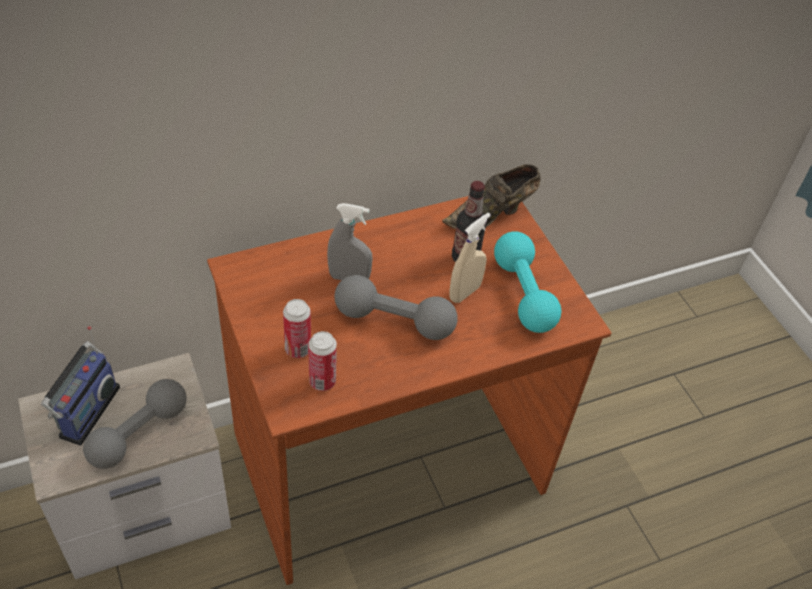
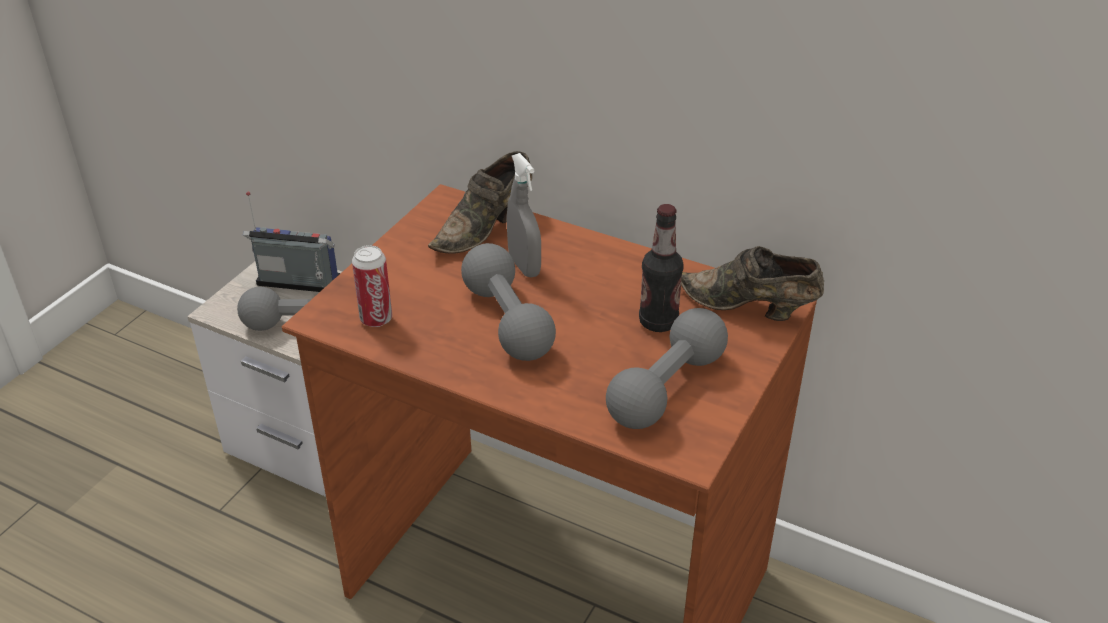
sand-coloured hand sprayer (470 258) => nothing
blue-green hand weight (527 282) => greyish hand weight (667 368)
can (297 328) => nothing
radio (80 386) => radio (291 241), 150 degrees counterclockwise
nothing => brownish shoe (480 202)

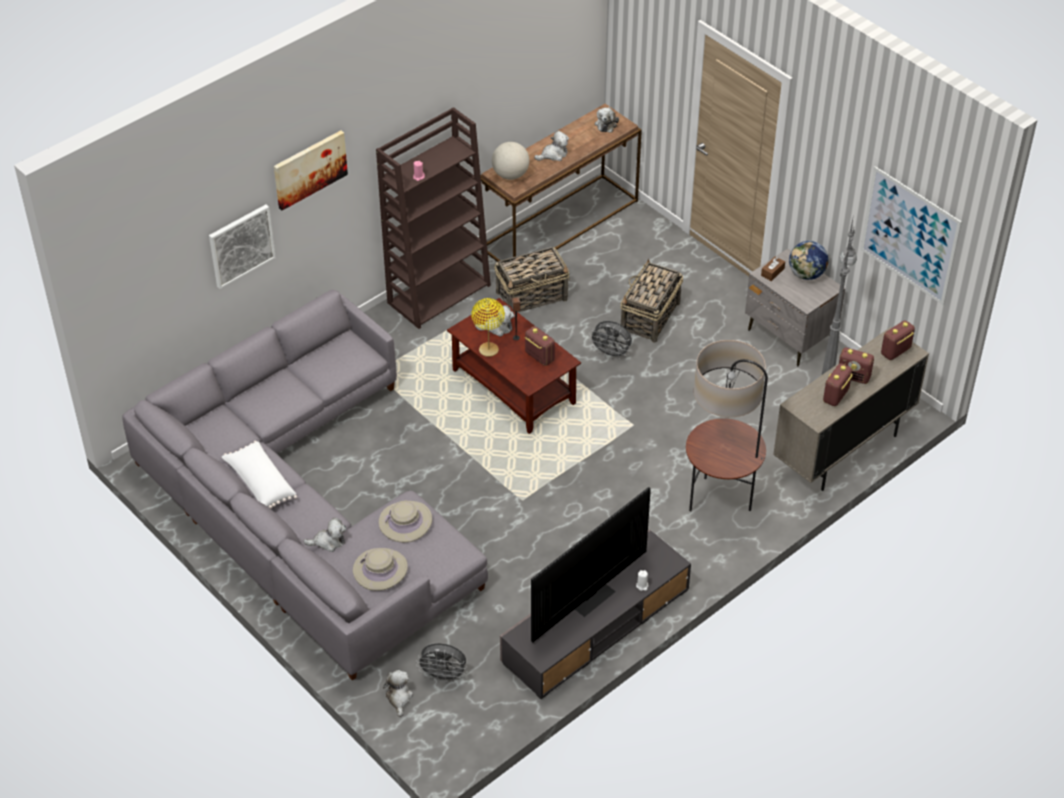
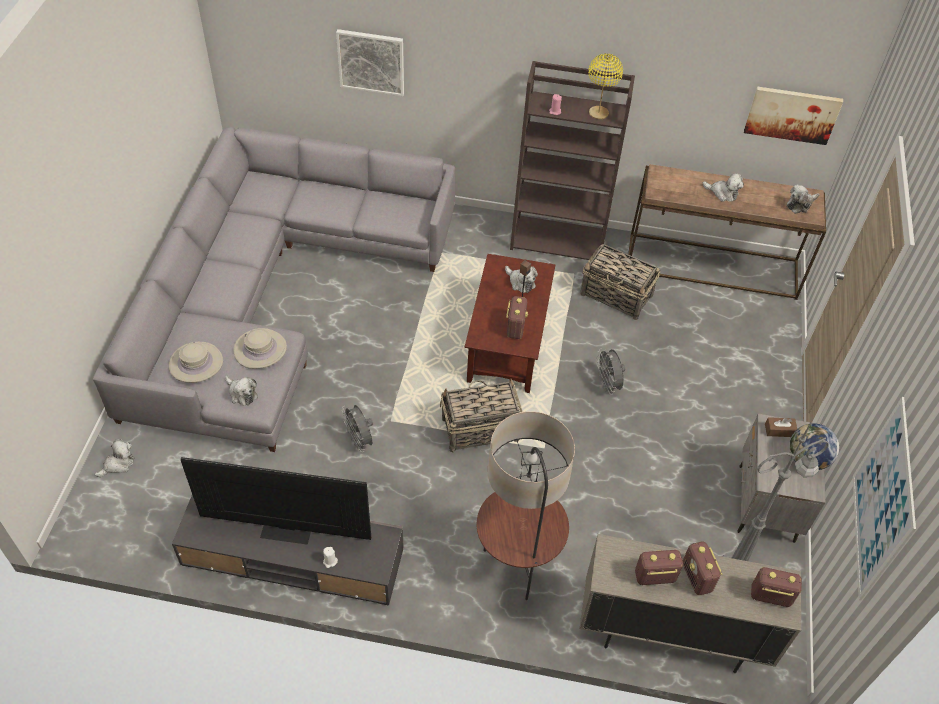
wall picture (311 170) => wall picture (793 116), shifted
globe (510 161) => nothing
basket (651 301) => basket (481 416), shifted
yellowish lamp for a table (488 327) => yellowish lamp for a table (605 86), shifted
white throw pillow (259 475) => nothing
soft toy (324 535) => soft toy (241 390), shifted
greyish cooling fan (441 662) => greyish cooling fan (357 428), shifted

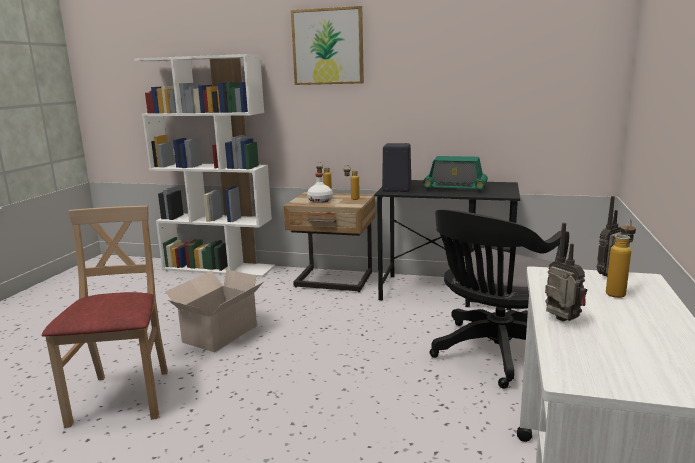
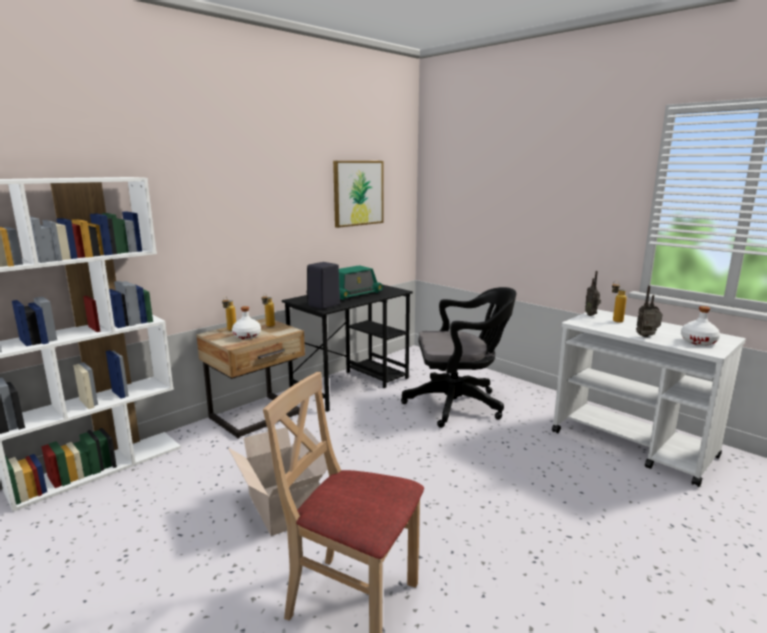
wall picture (327 45) => wall picture (358 194), shifted
black office chair (499 299) => black office chair (458 357), 75 degrees counterclockwise
nothing => white bottle (700 326)

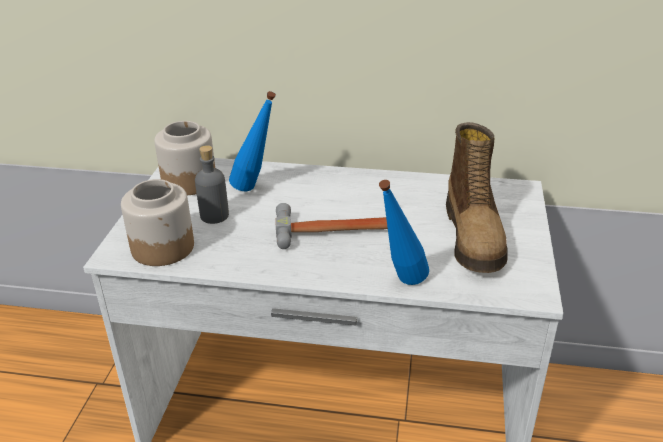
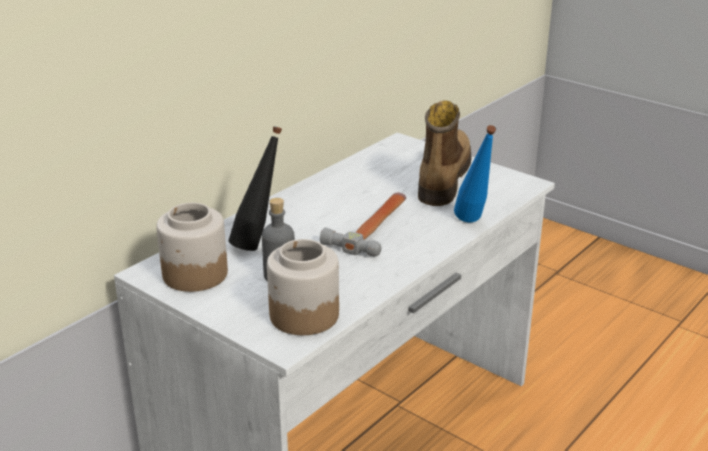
blue-coloured bottle (252 141) => black bottle (255 188)
boot (476 197) => boot (445 153), 105 degrees counterclockwise

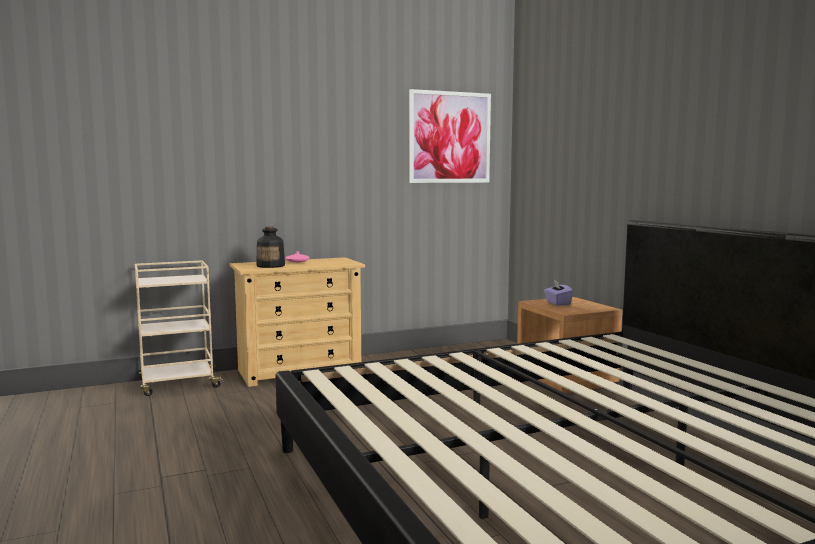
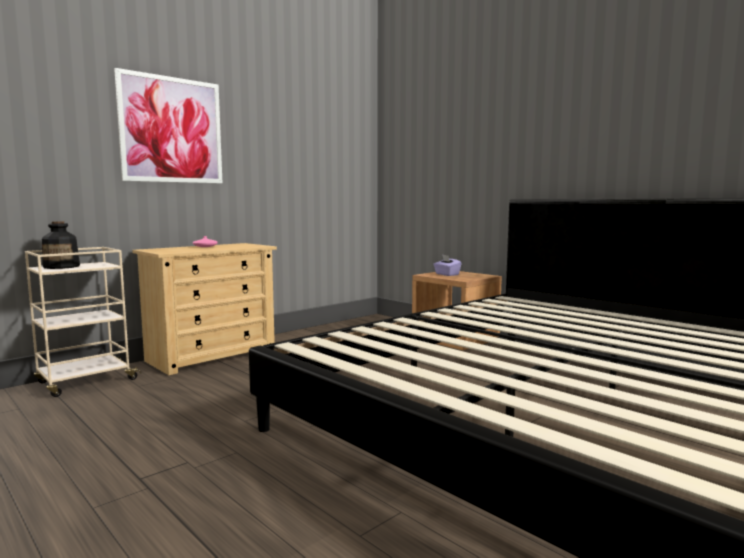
wall picture (450 136) => wall picture (168 125), shifted
bottle (270 247) => bottle (61 245), shifted

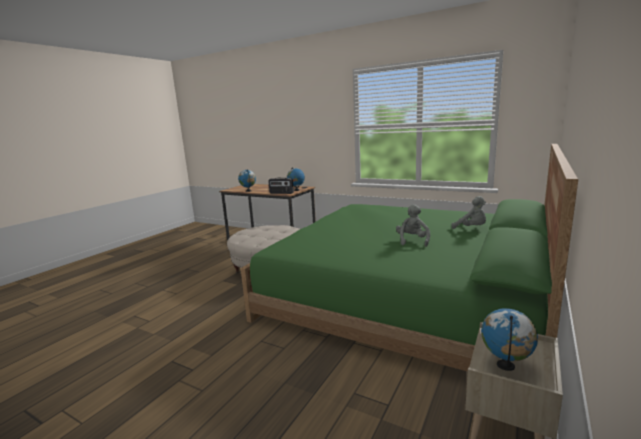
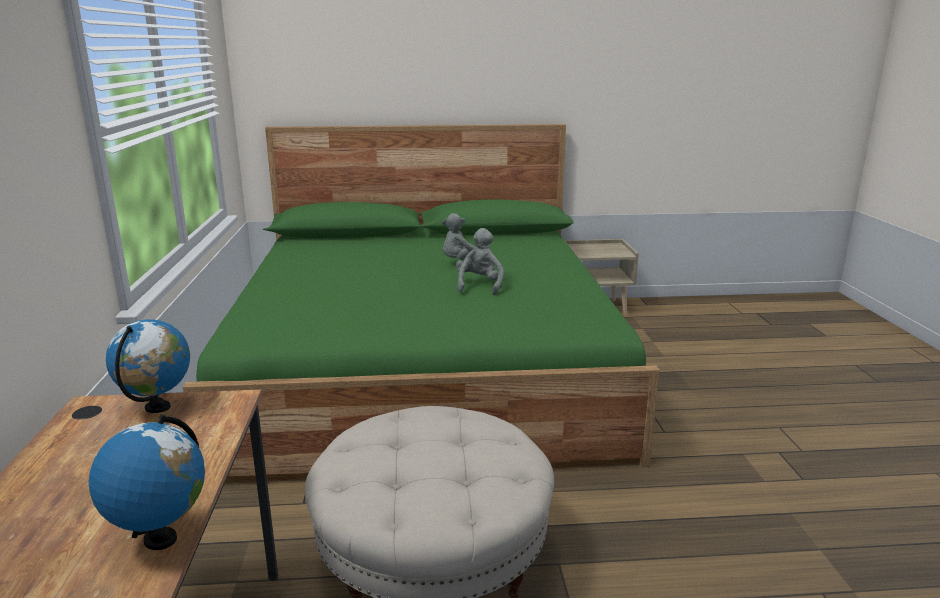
radio (281 186) => nothing
greyish soft toy (469 212) => greyish soft toy (480 261), shifted
globe (509 339) => nothing

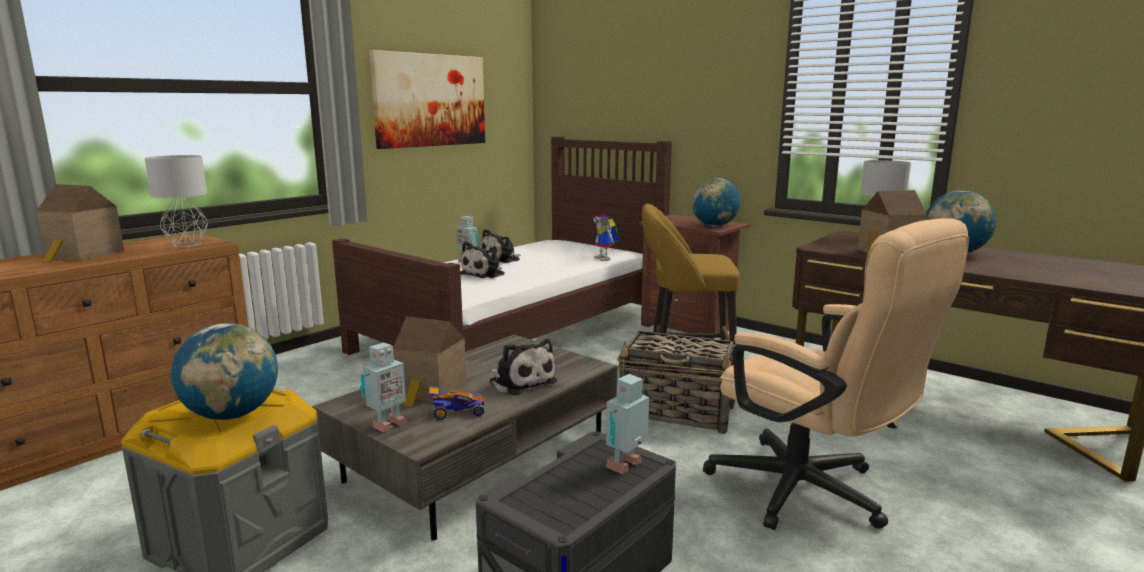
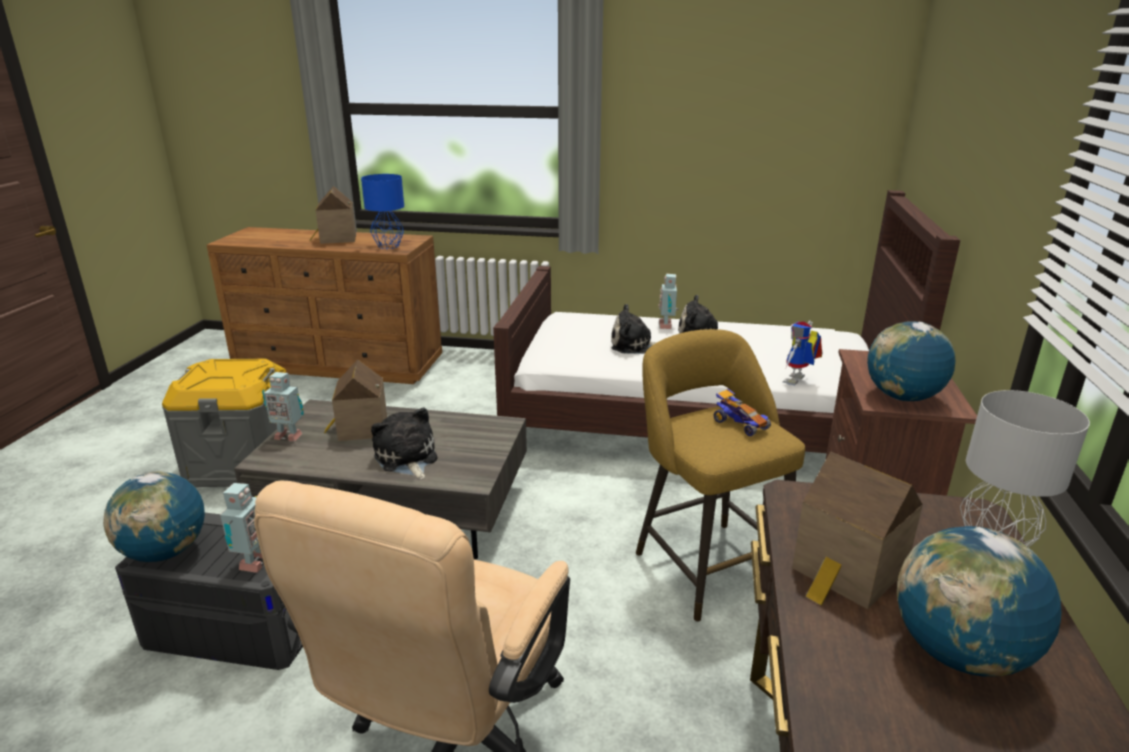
wall picture (427 99) => nothing
greyish lamp for a table (176 201) => blue-coloured lamp for a table (382 211)
globe (224 371) => globe (154 517), shifted
basket (676 382) => nothing
soft toy (523 367) => soft toy (404 443), 135 degrees clockwise
model robot (627 424) => model robot (241 528), 90 degrees clockwise
toy car (456 403) => toy car (742 412), shifted

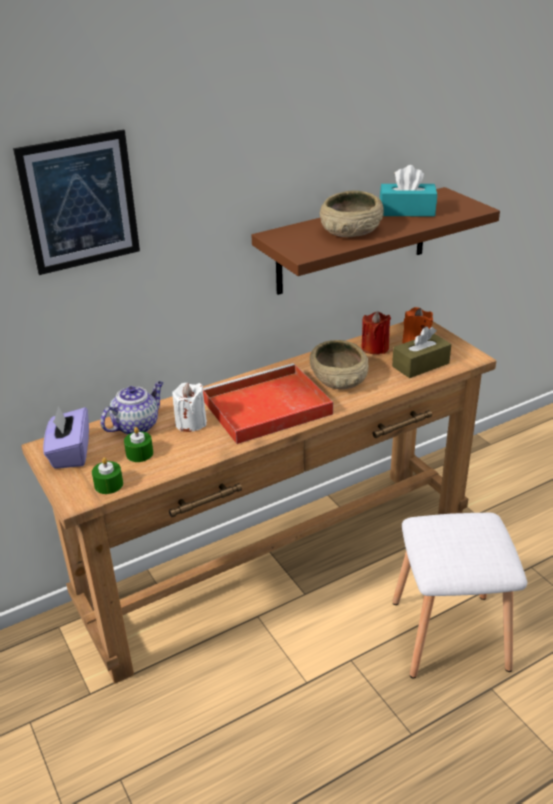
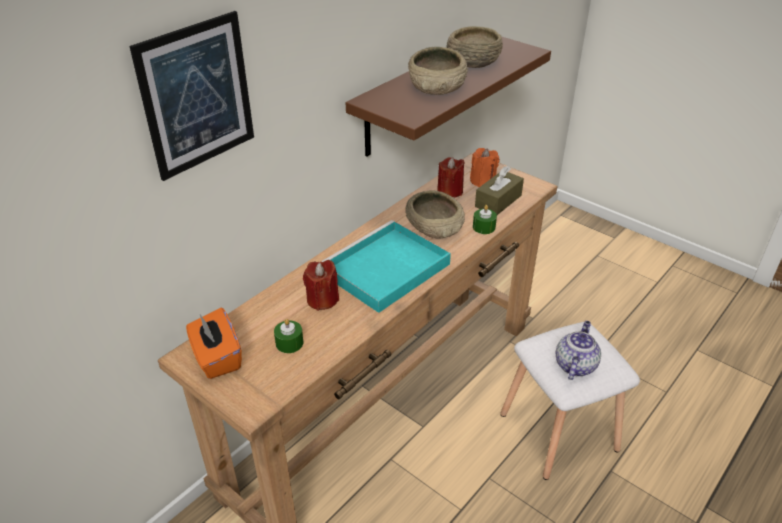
blue-green tissue box (408 191) => sand-coloured serving bowl (474 47)
red-coloured serving tray (268 403) => blue-green serving tray (386 266)
pot for tea (131 408) => pot for tea (578 350), shifted
white candle (189 407) => red-coloured candle (321 285)
purple tissue box (66 437) => orange-coloured tissue box (214 343)
green candle (107 475) => green candle (485 219), shifted

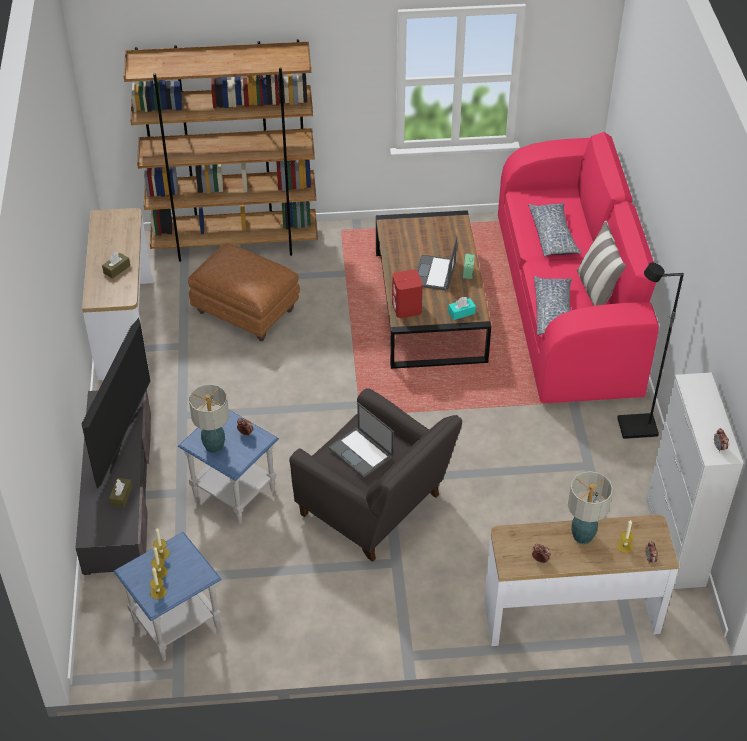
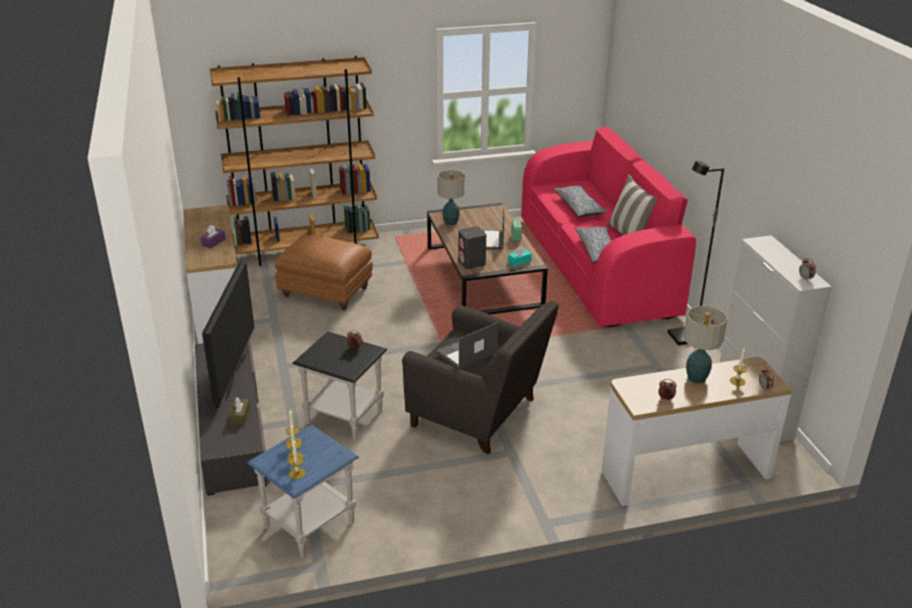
brownish tissue box (116 265) => purple tissue box (213 236)
red-coloured speaker (407 293) => greyish speaker (472 247)
lamp for a table (209 418) => lamp for a table (451 198), shifted
laptop (361 440) => laptop (467 345), 105 degrees clockwise
blue-coloured side table (228 467) => black side table (339 386)

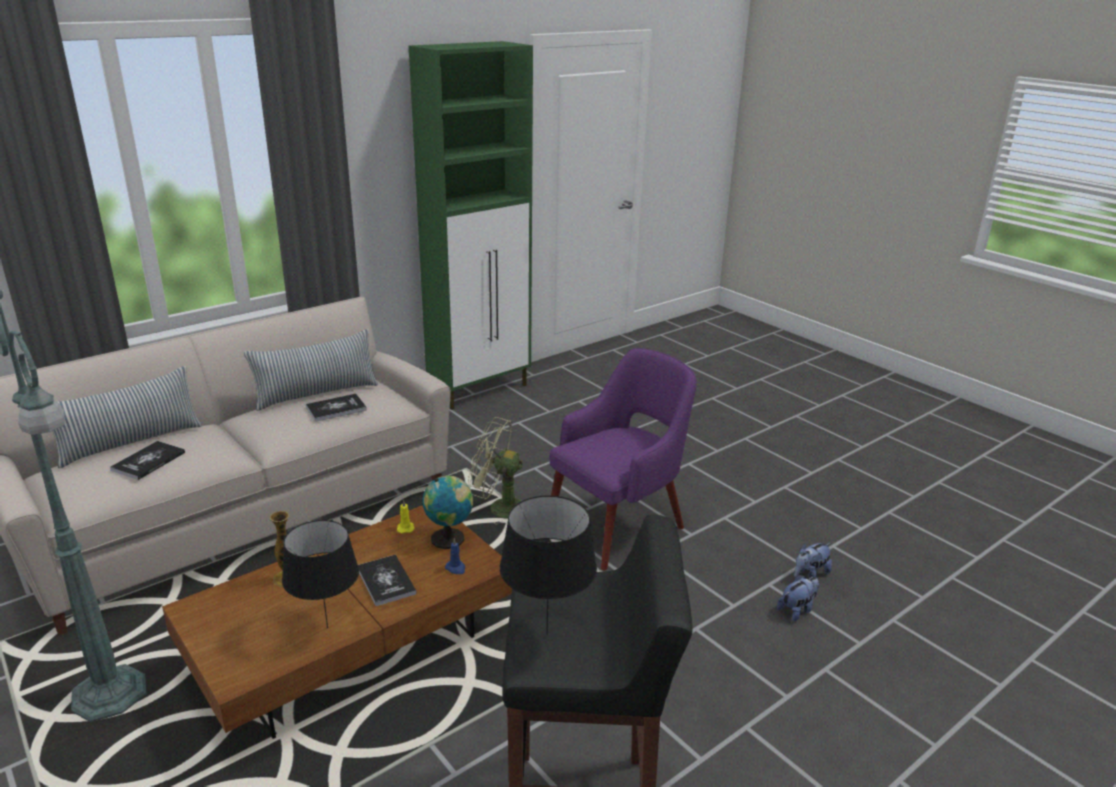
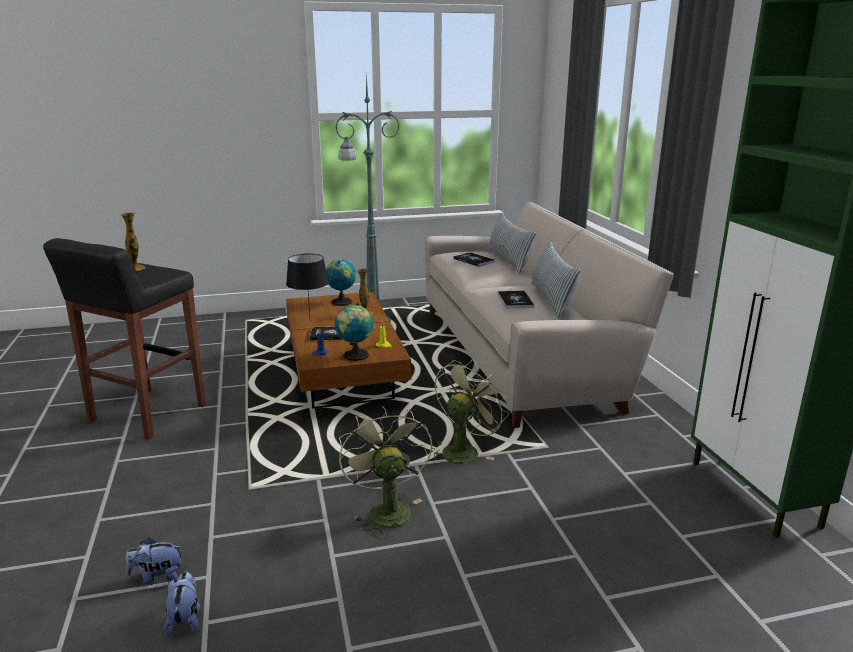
purple lounge chair (623 459) => green cooling fan (385 472)
black lamp for a table (548 565) => decorative vase (133 242)
soft toy (798 598) => soft toy (154 561), 90 degrees clockwise
nothing => globe (341 282)

